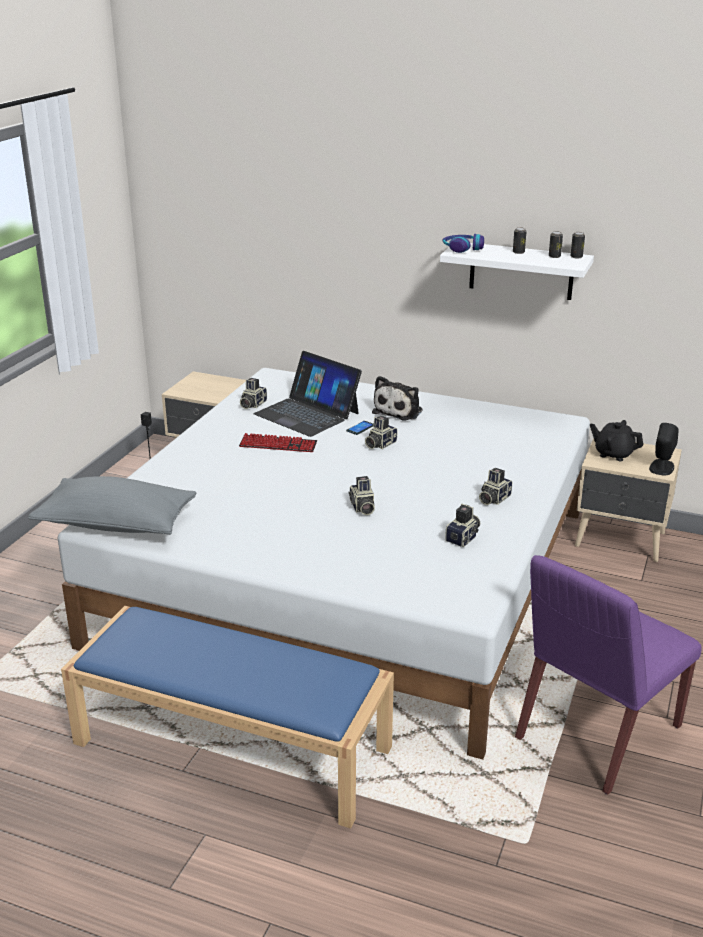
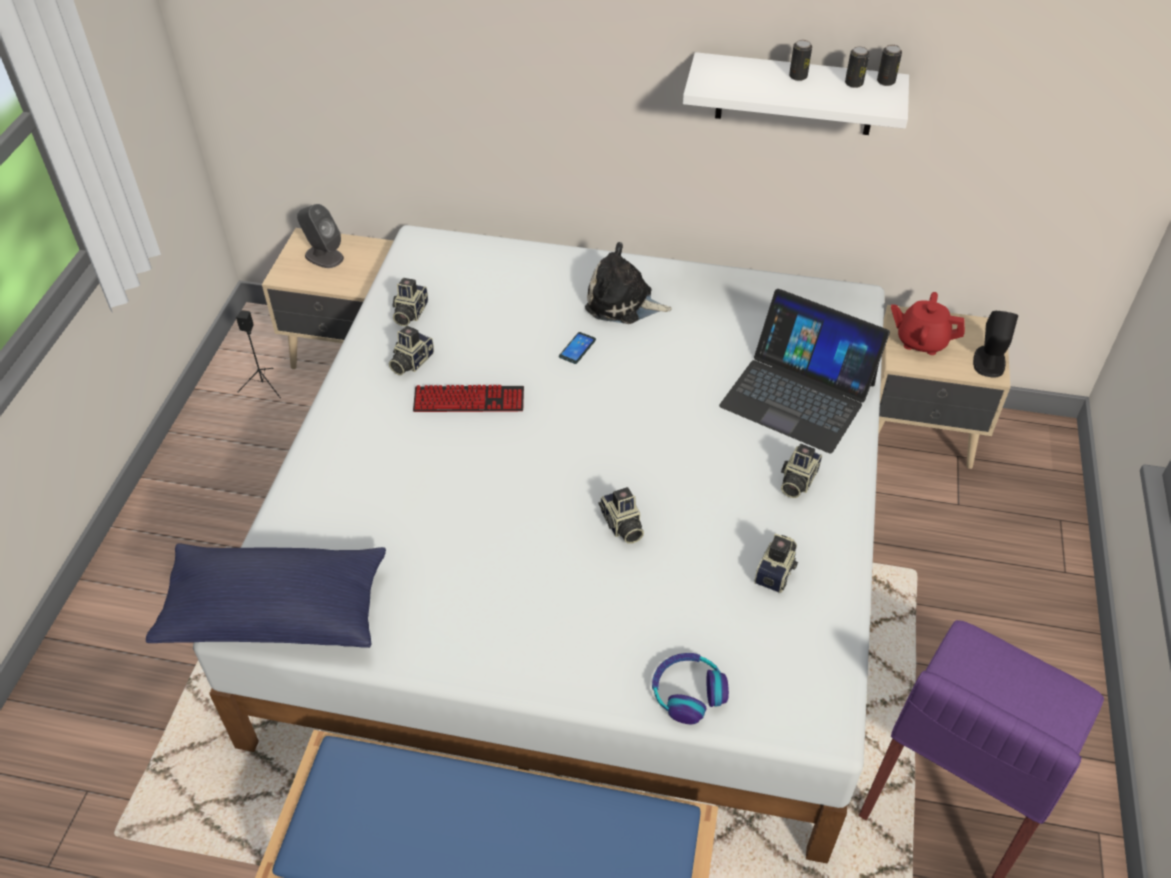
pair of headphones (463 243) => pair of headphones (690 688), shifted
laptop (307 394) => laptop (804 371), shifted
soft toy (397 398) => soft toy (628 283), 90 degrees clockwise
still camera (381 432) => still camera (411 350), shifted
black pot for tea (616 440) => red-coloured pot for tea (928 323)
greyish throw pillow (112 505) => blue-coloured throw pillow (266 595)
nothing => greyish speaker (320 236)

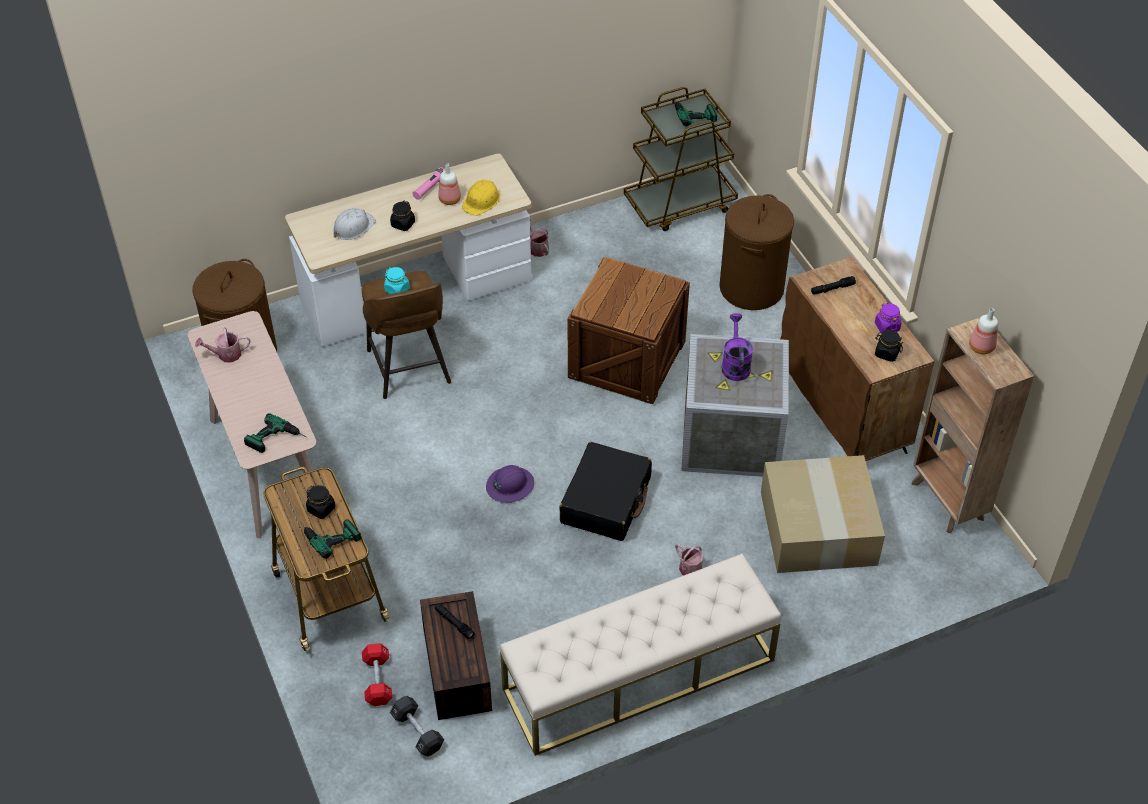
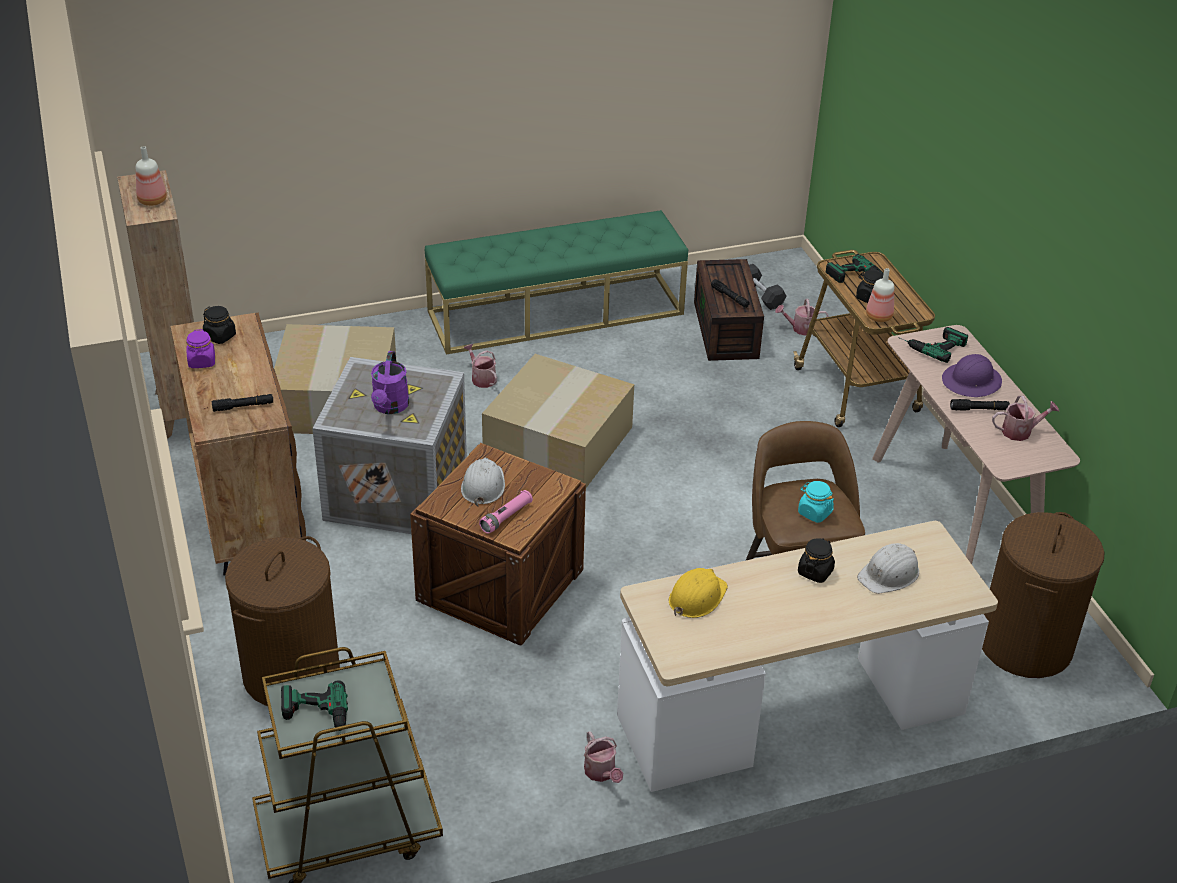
bottle (449 184) => bottle (880 295), shifted
pinkish torch (428 183) => pinkish torch (506 512), shifted
black piece of luggage (605 491) => cardboard box (558 421)
purple hard hat (510 484) => purple hard hat (972 375), shifted
sand-coloured indoor bench (640 655) => green indoor bench (556 282)
red-coloured hand weight (377 674) => watering pot (802 317)
nothing => black torch (980 405)
nothing => white hard hat (483 482)

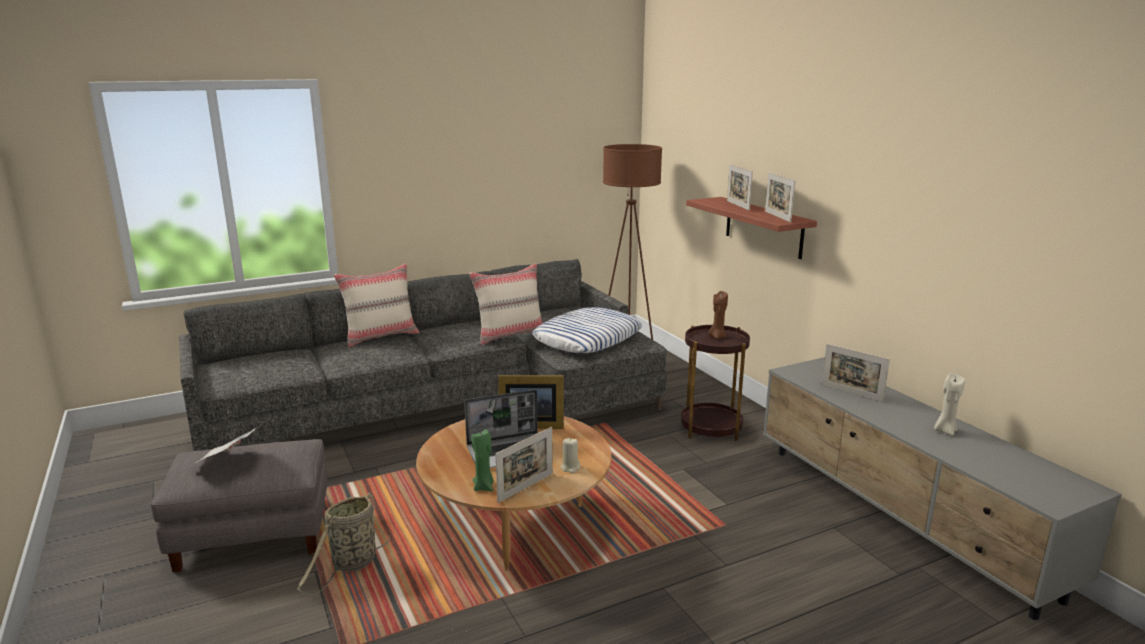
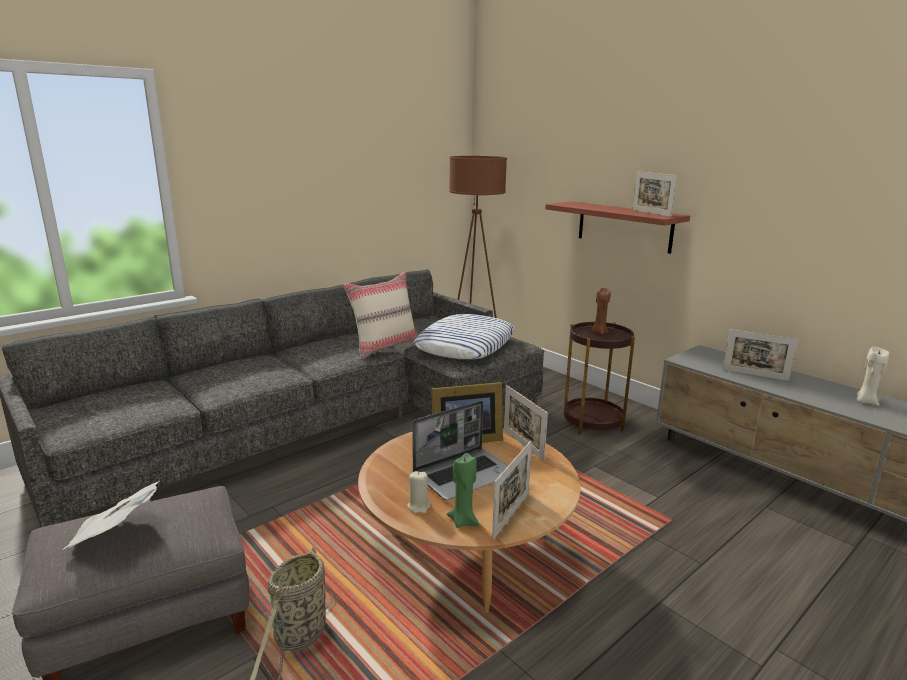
photo frame (740 187) => photo frame (526 423), shifted
sand-coloured throw pillow (377 305) => nothing
sand-coloured candle (570 455) => sand-coloured candle (419 492), shifted

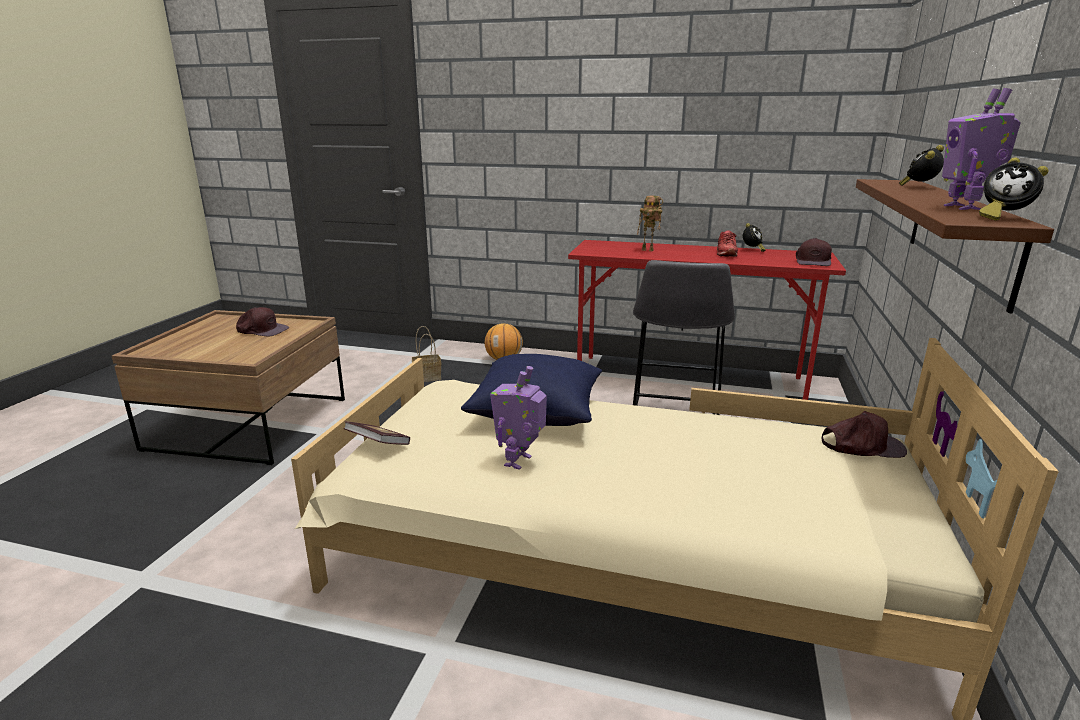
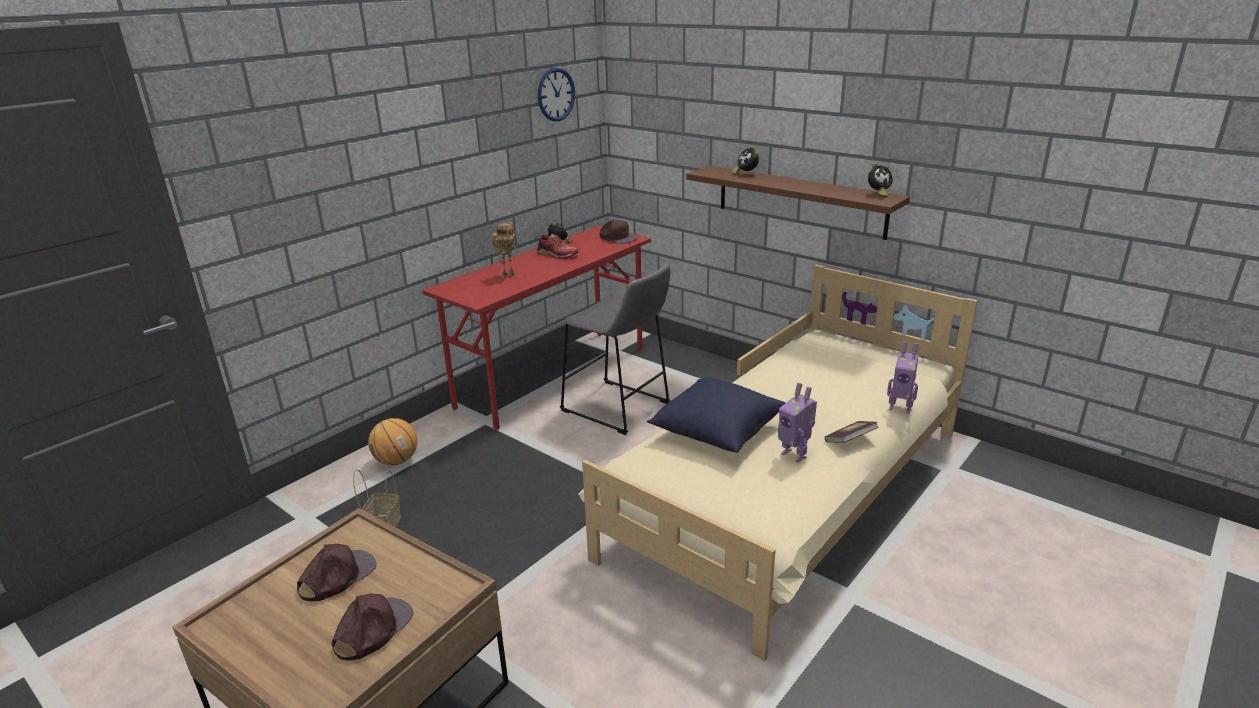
model robot (981 149) => model robot (903 377), shifted
brownish peaked cap (864 434) => brownish peaked cap (372 627), shifted
book (377 433) => book (851 432), shifted
nothing => hanging clock (556 94)

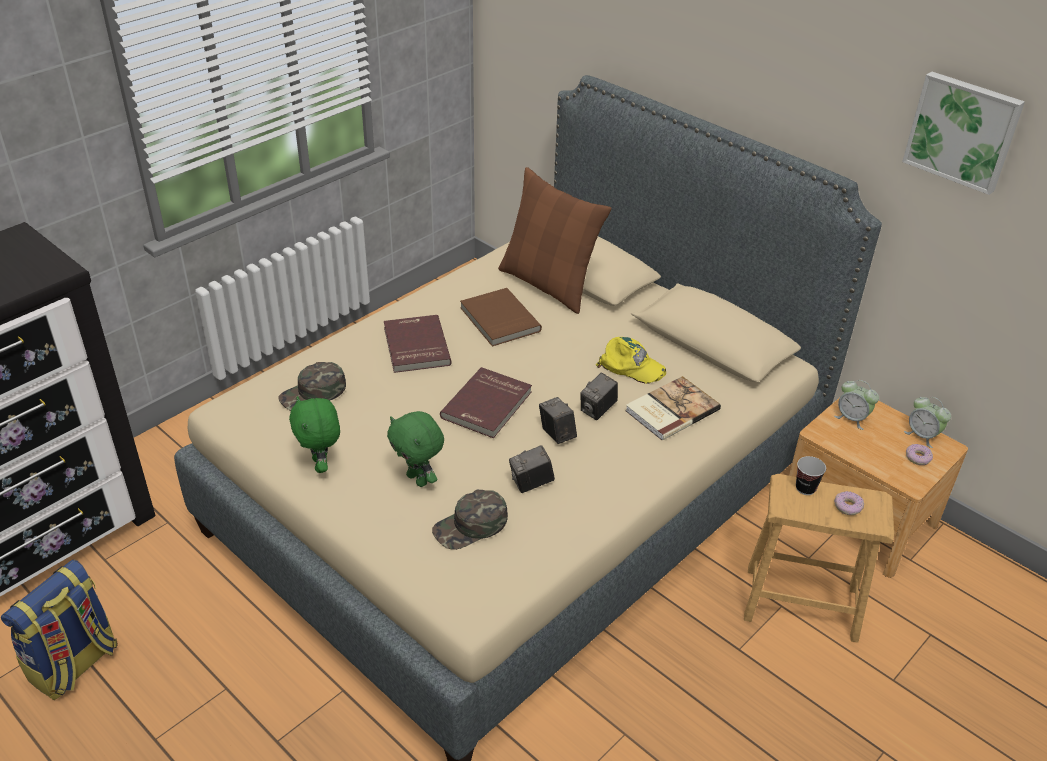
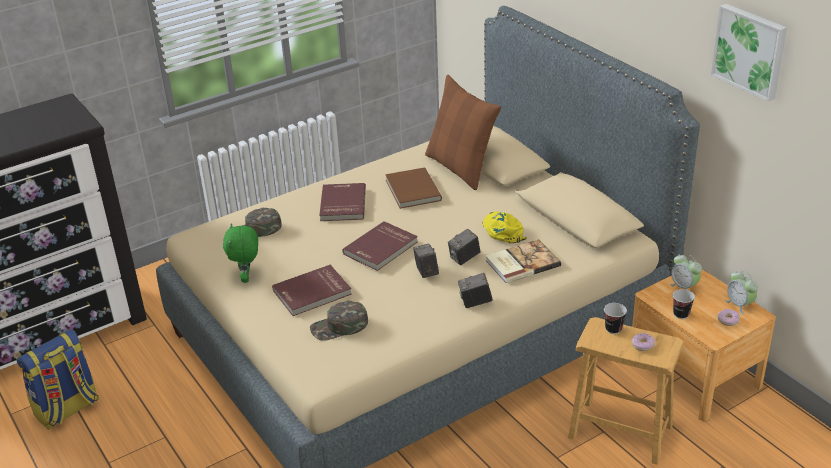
yellowish peaked cap (631 360) => yellowish peaked cap (505 227), 150 degrees counterclockwise
green soft toy (415 449) => red-coloured book (312 290)
still camera (532 469) => still camera (475 290), shifted
nothing => cup (684 304)

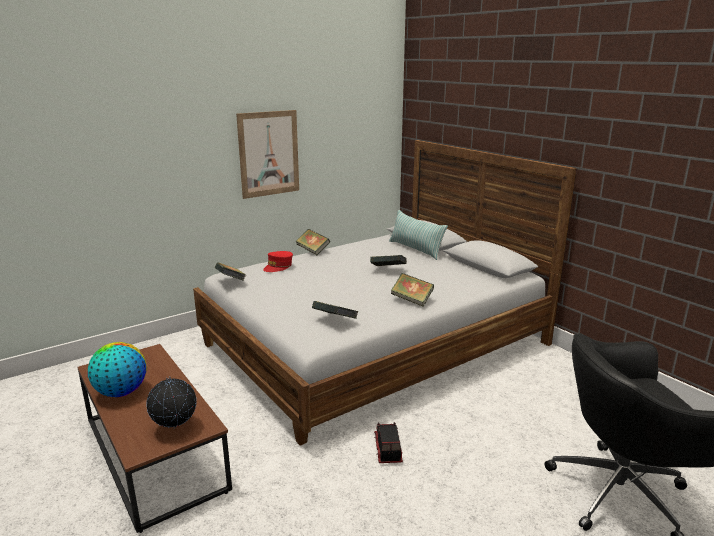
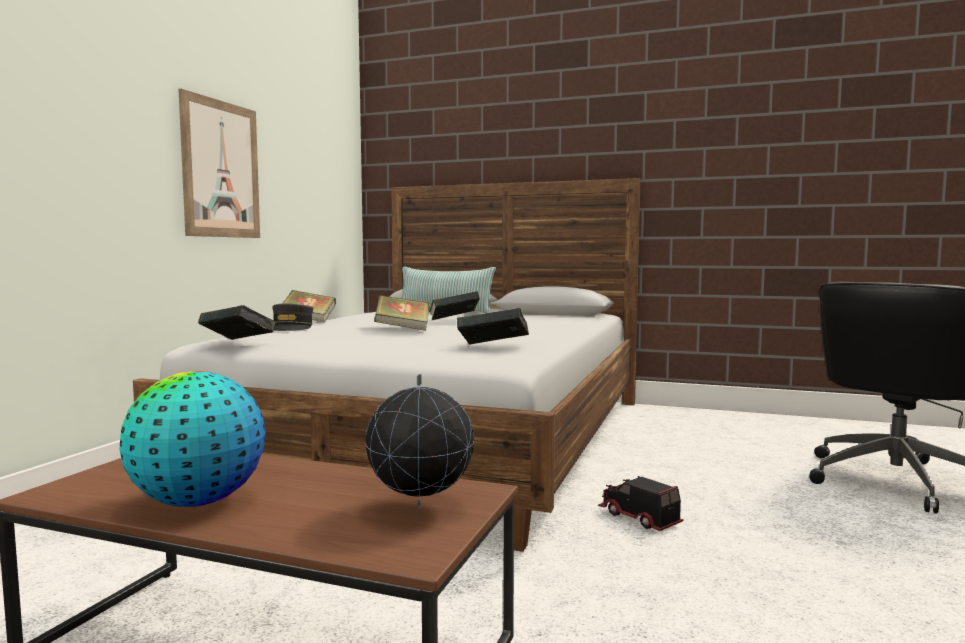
red-coloured peaked cap (278 261) => greyish peaked cap (292 317)
book (412 290) => book (401 313), shifted

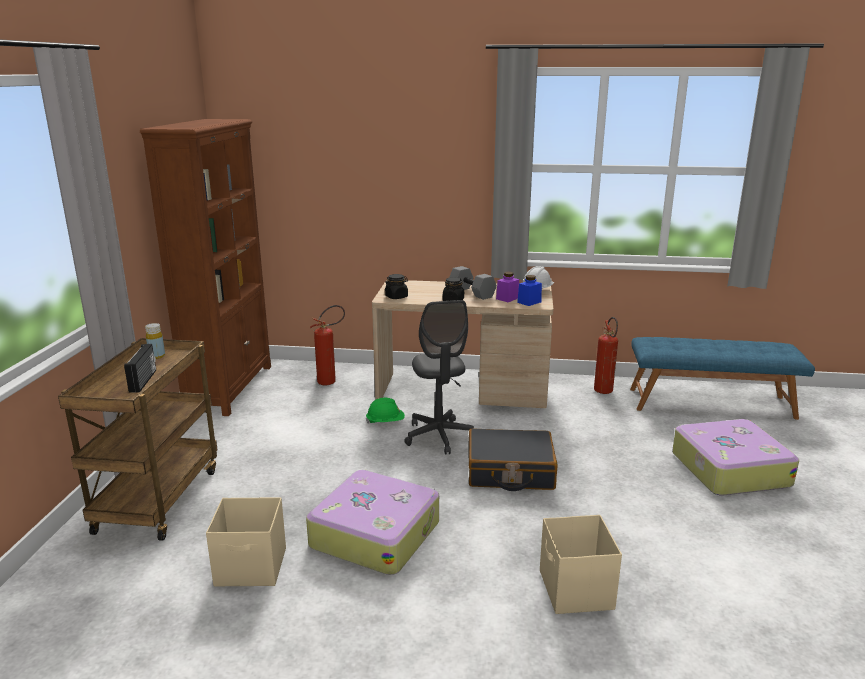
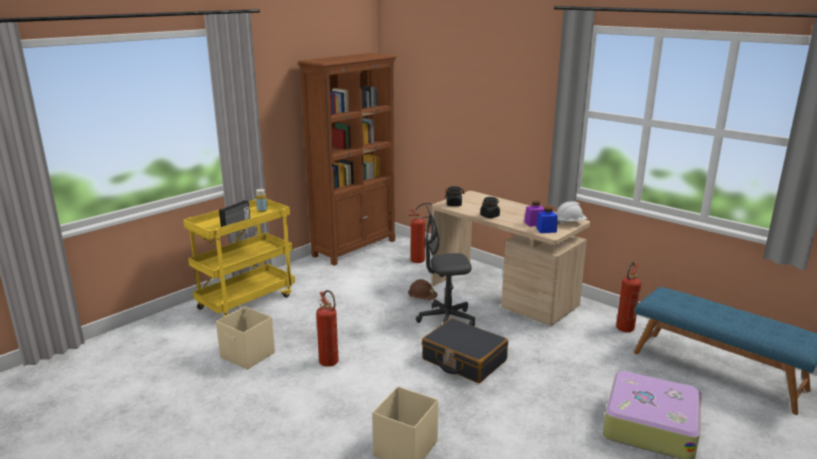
greyish hand weight (473 283) => nothing
greyish office chair (439 377) => greyish office chair (445 264), 60 degrees clockwise
brownish trolley (138 439) => yellowish trolley (239 258)
green hard hat (385 411) => brownish hard hat (422 289)
piece of luggage (372 522) => fire-fighting cylinder (327 328)

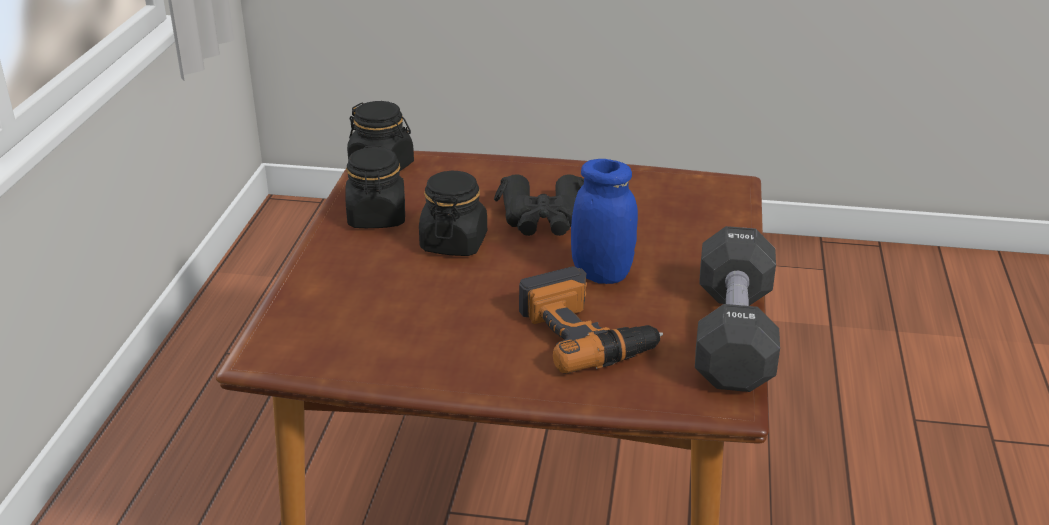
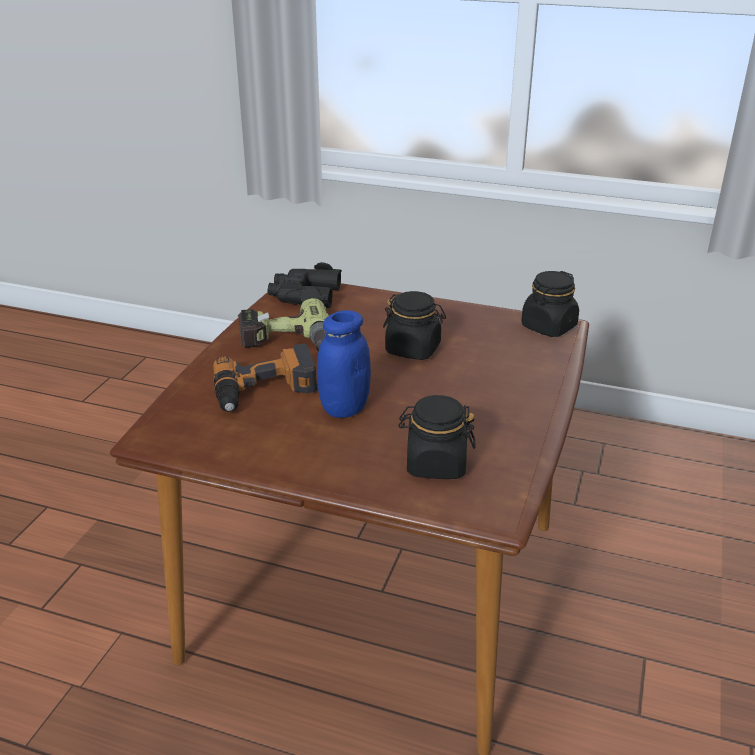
black jar (375 187) => black jar (436 437), shifted
black binoculars (539 205) => black binoculars (304 285), shifted
black hand weight (737 309) => nothing
nothing => electric drill (283 324)

